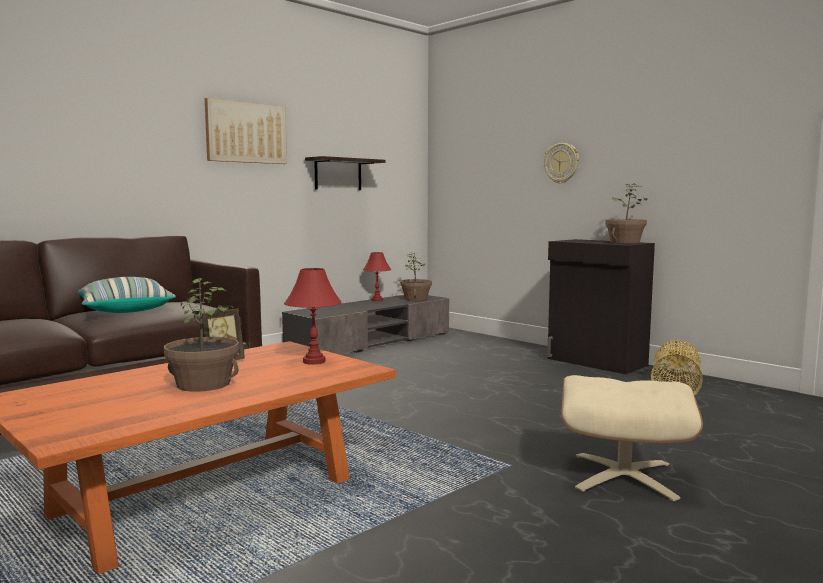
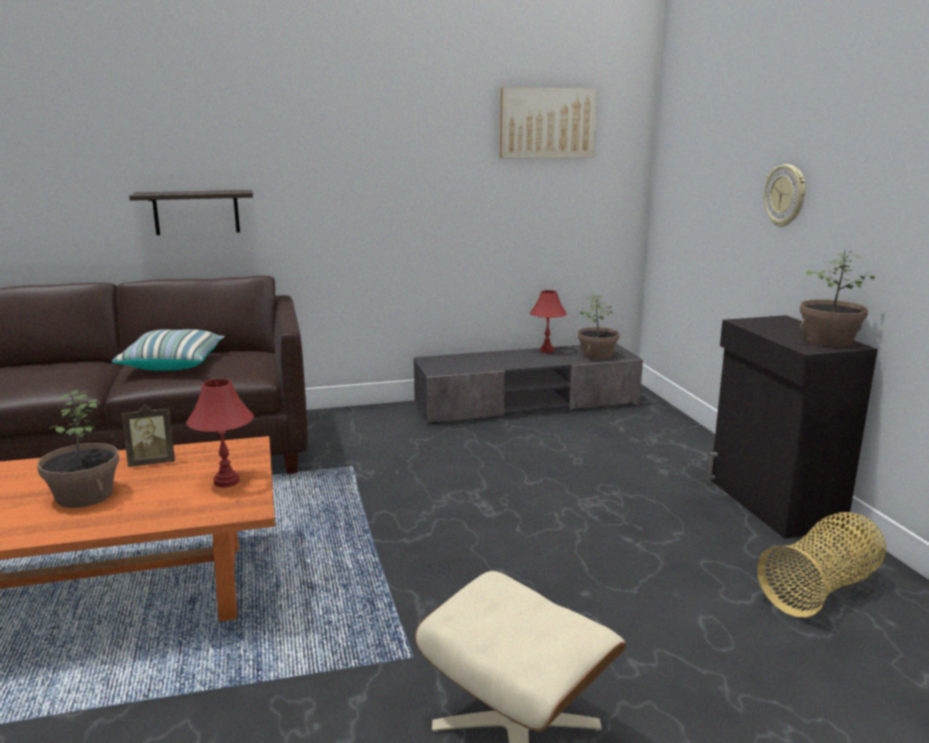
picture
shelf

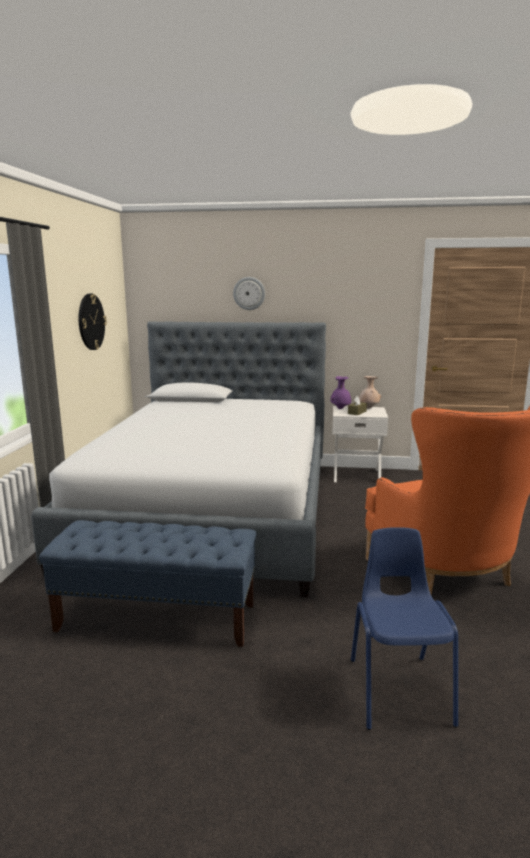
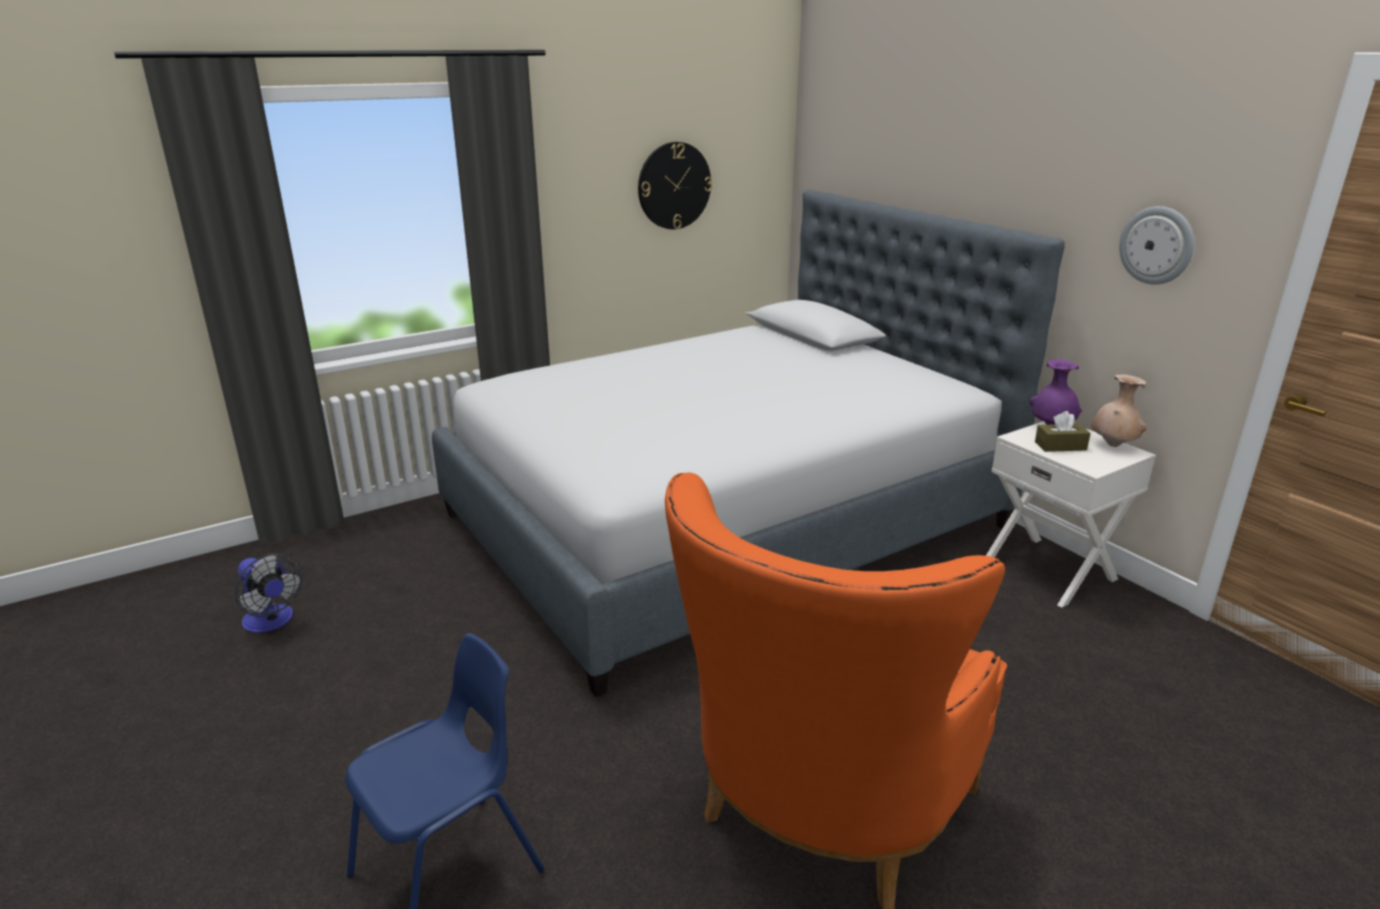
wall clock (2nd from left)
blue bench
fan

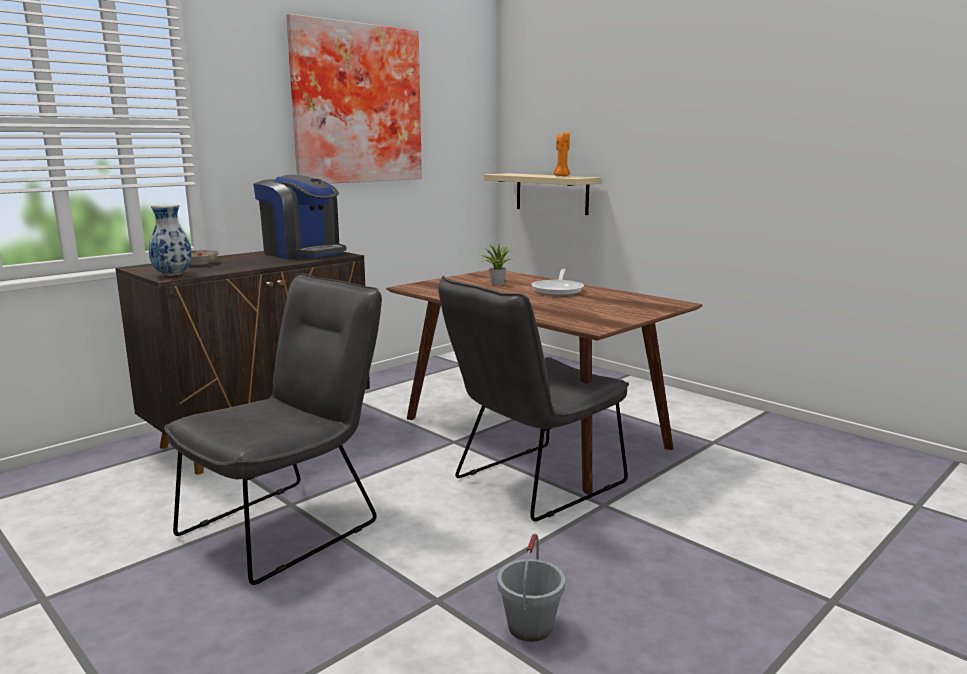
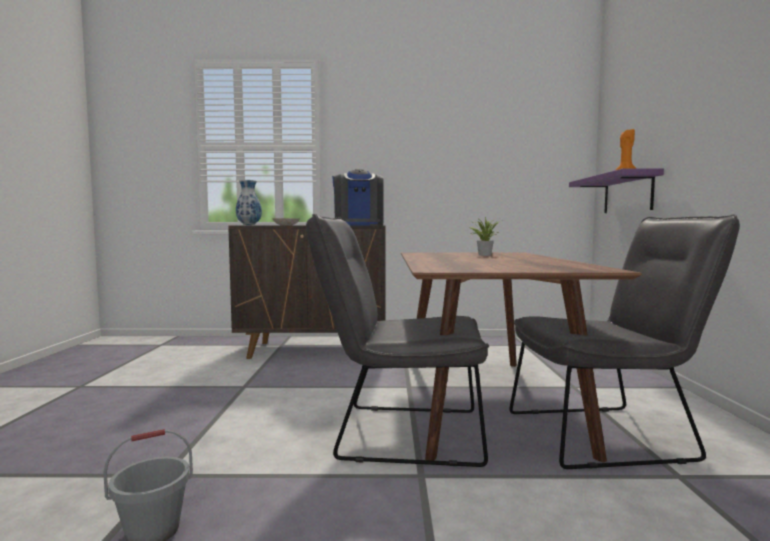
picture
purple shelf
frying pan
grey chair (2nd from left)

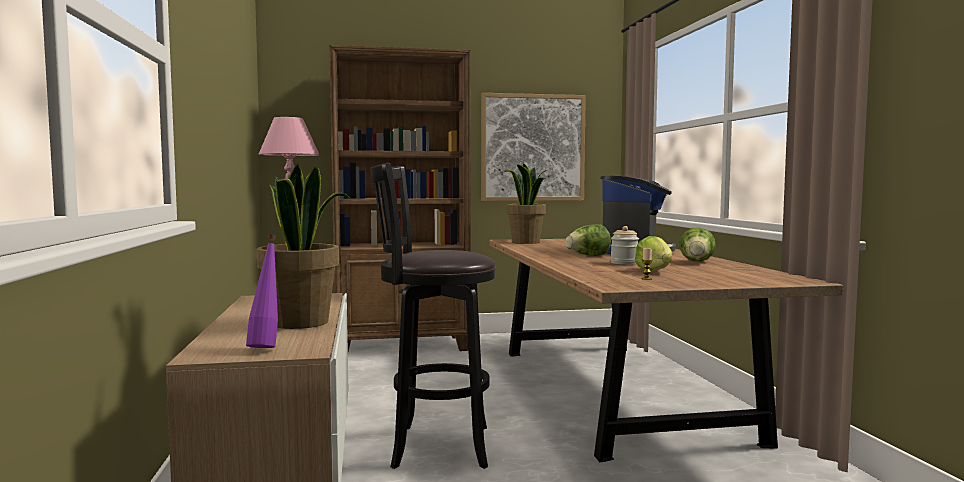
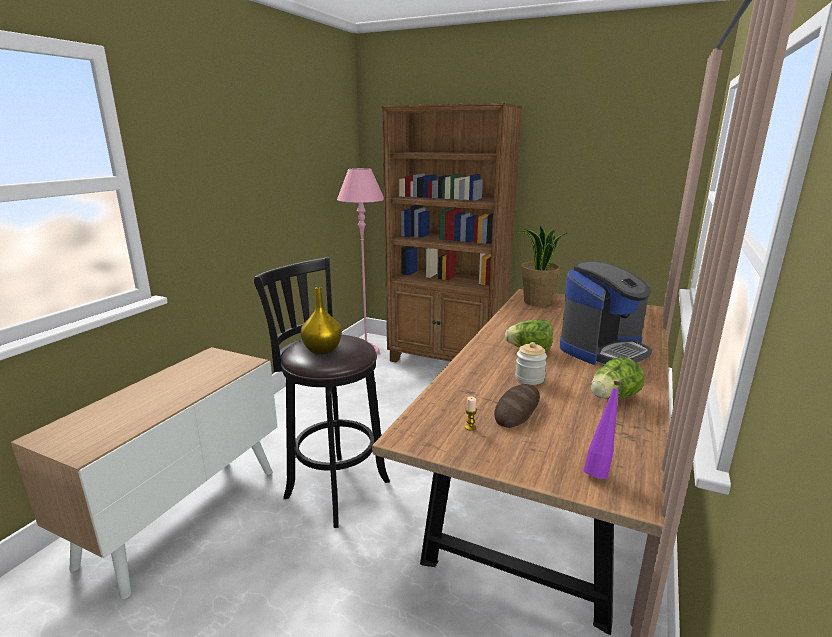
picture
potted plant (1st from left in the first image)
purple bottle
bread
yellow vase

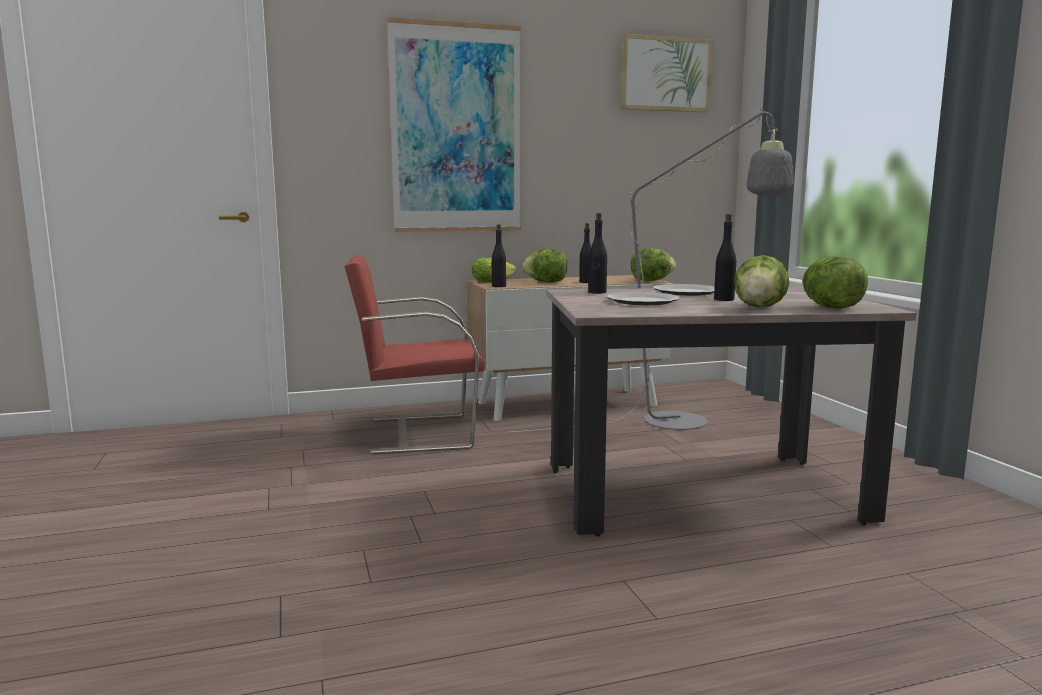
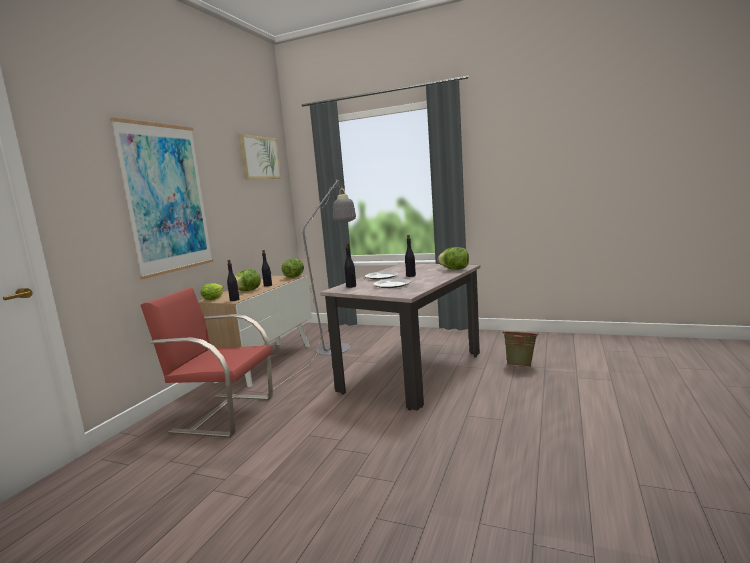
red chair
lettuce (4th from left in the first image)
green bucket

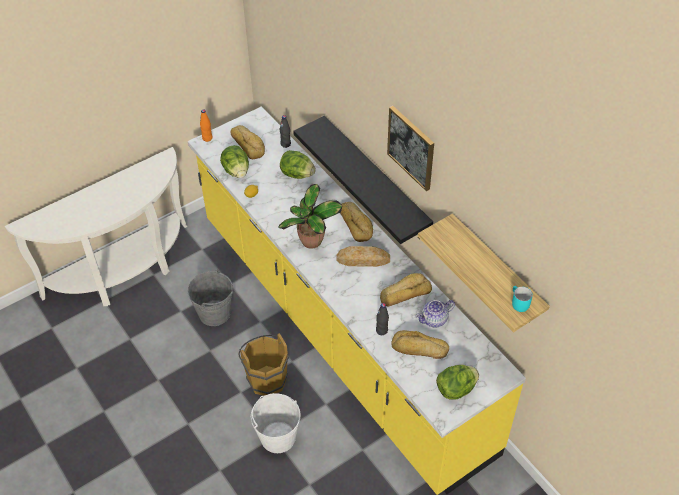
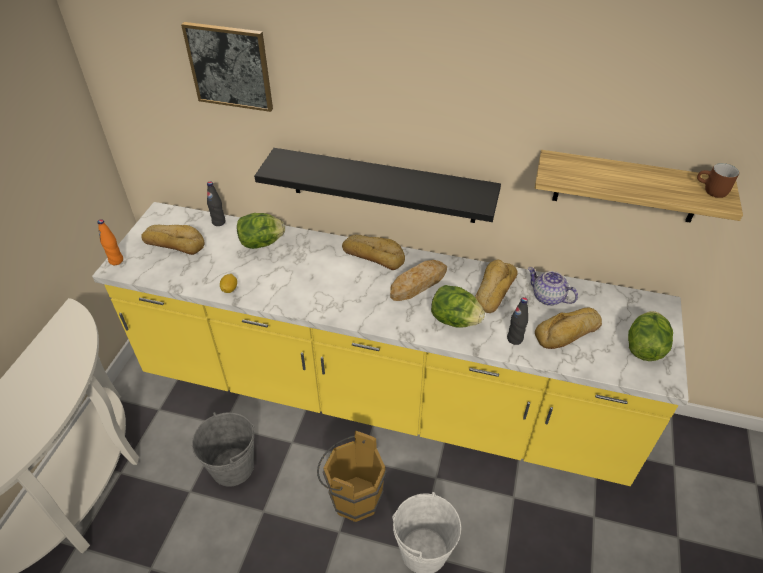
picture
lettuce (2nd from left)
potted plant
brown mug
teapot

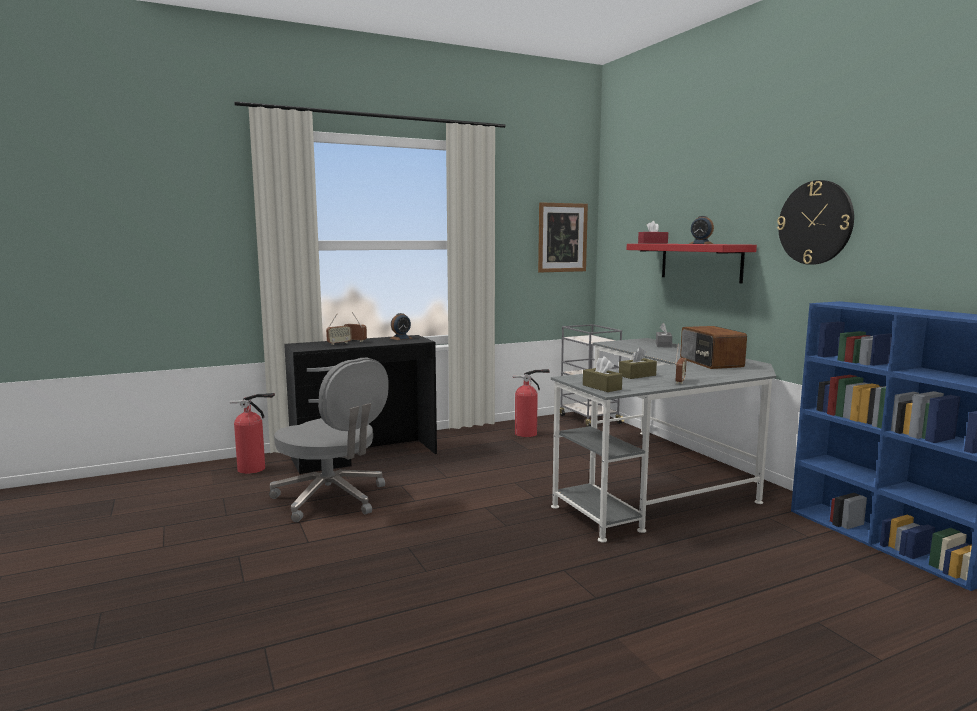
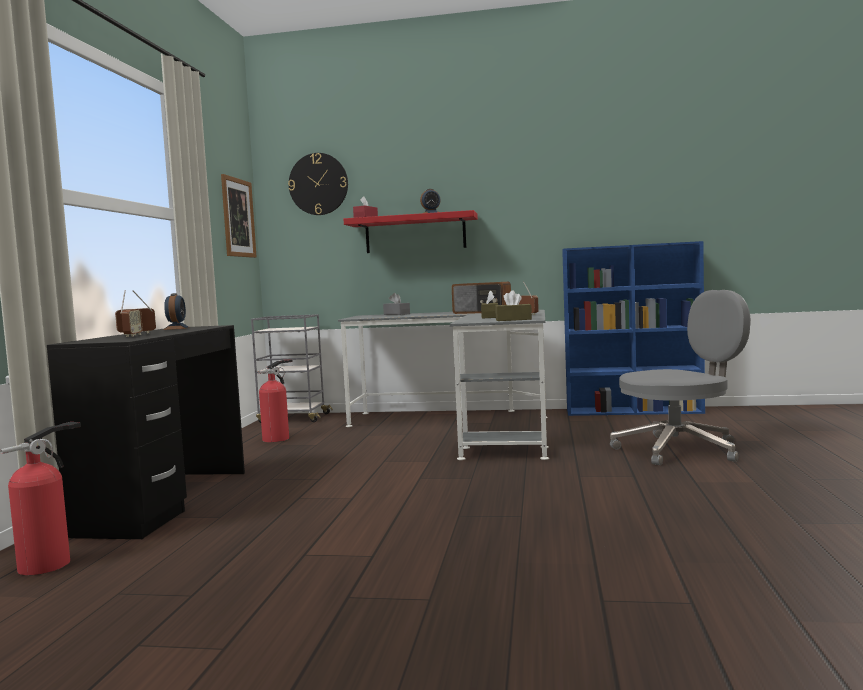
wall clock
grey office chair

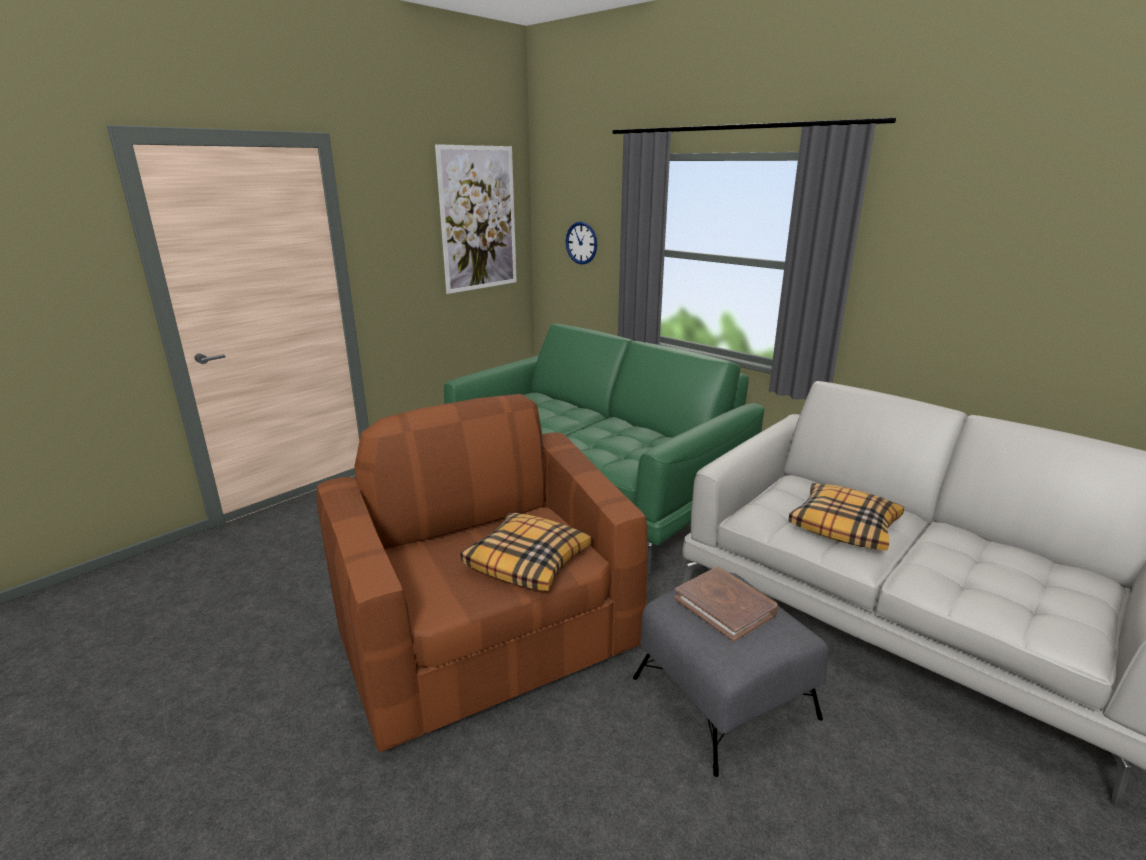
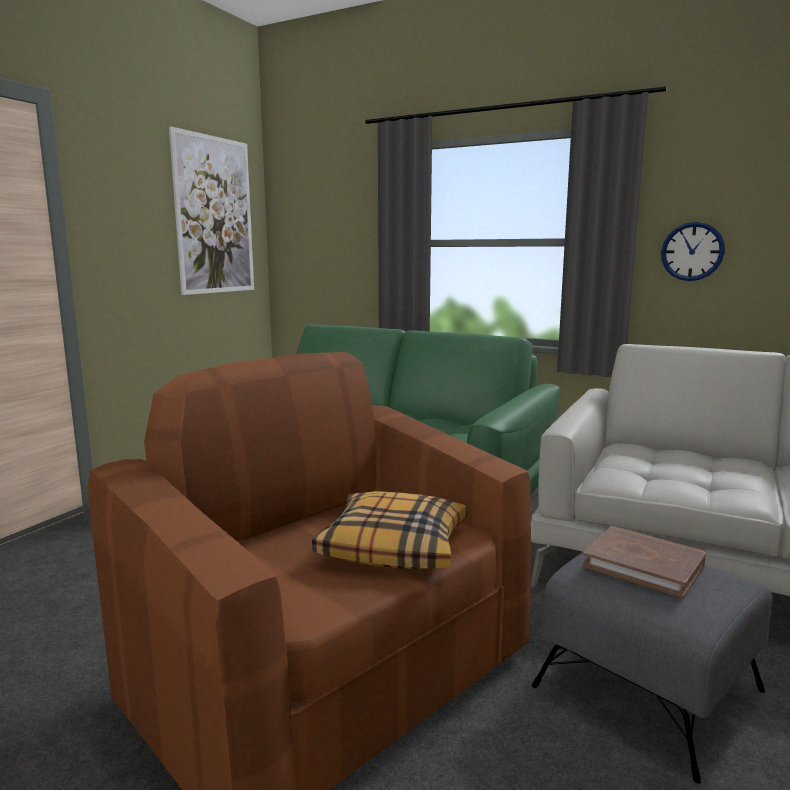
wall clock
pillow (2nd from left in the first image)

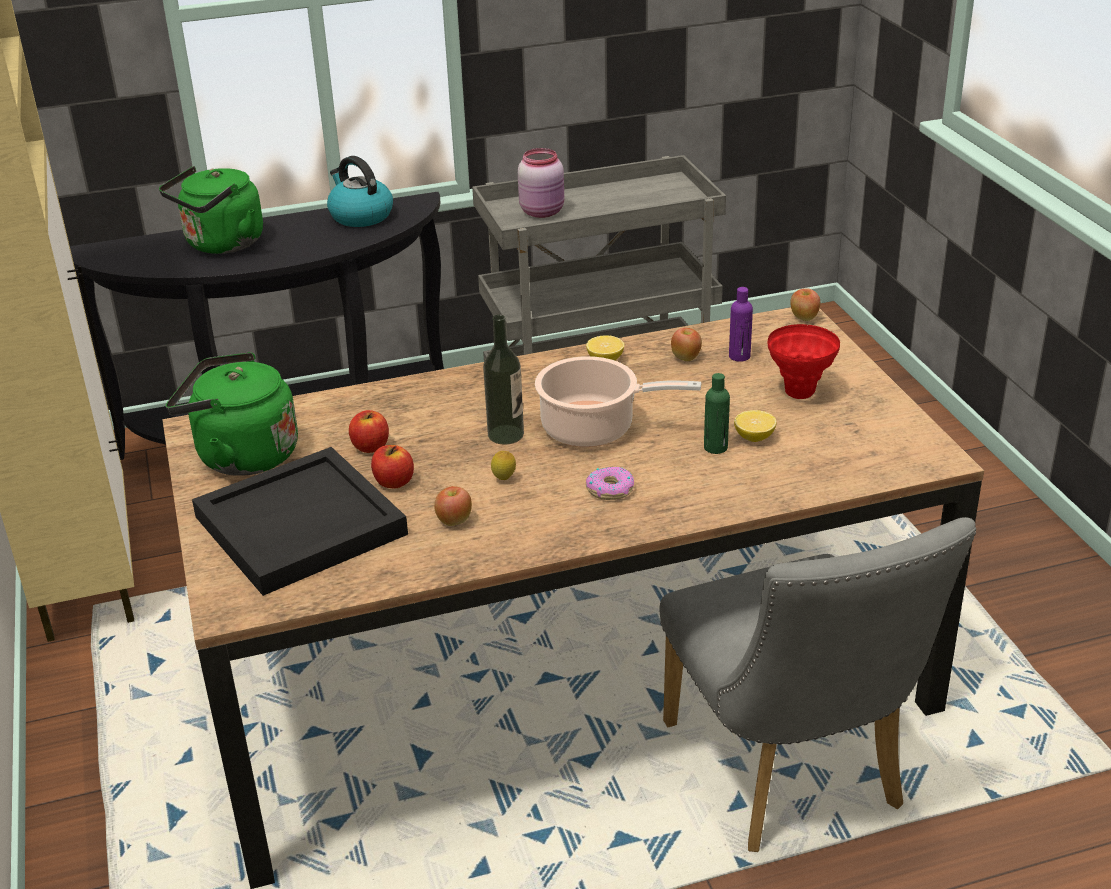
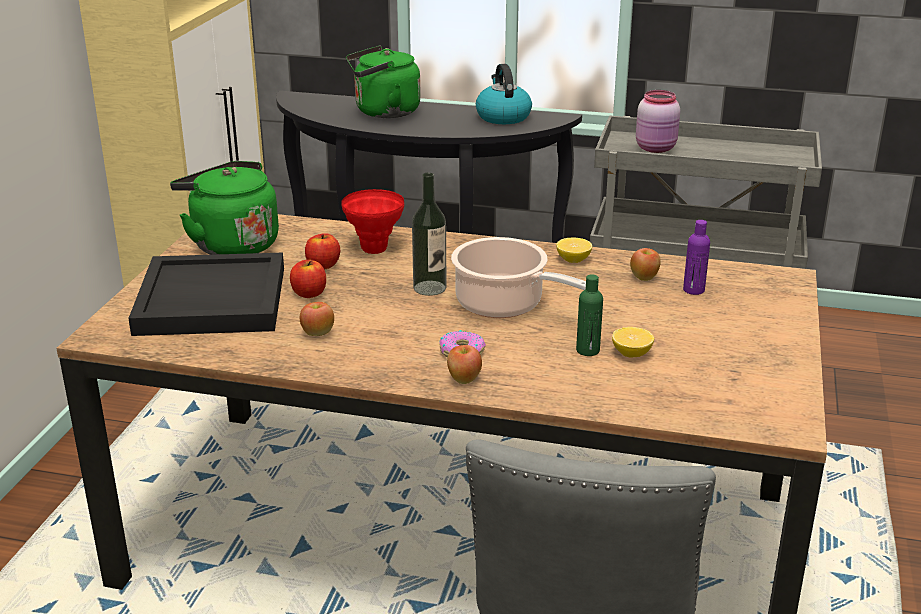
apple (4th from left)
red vase
lemon (1st from left in the first image)

